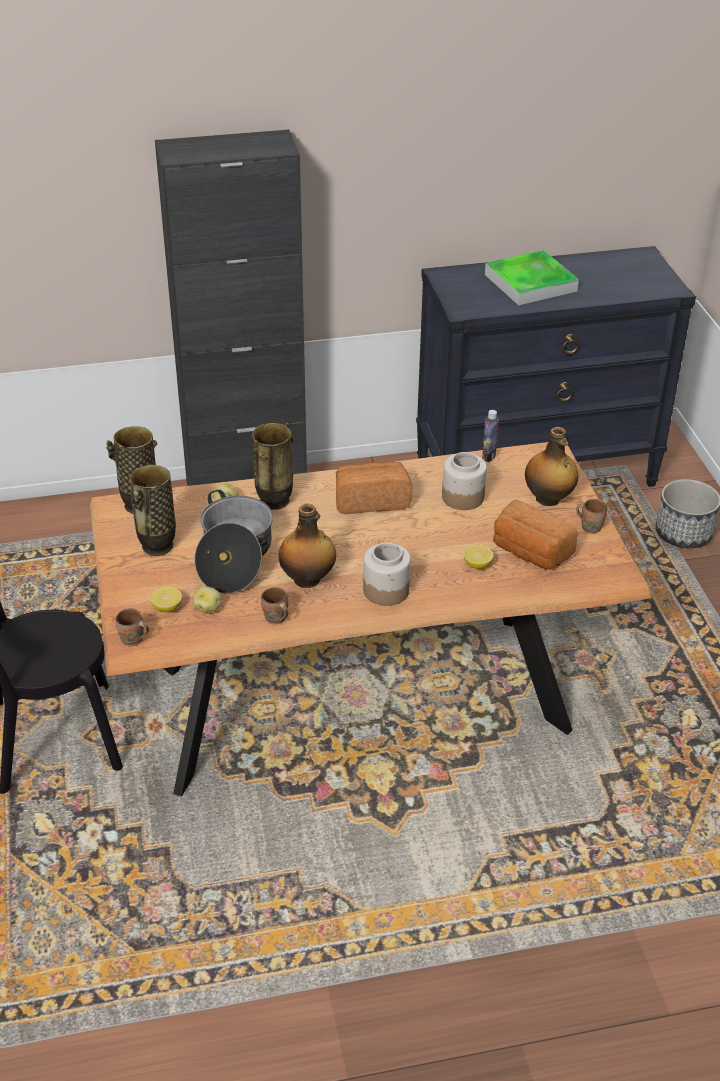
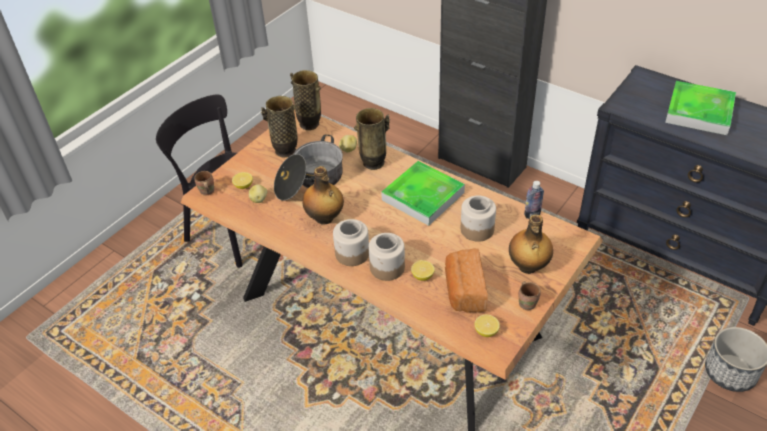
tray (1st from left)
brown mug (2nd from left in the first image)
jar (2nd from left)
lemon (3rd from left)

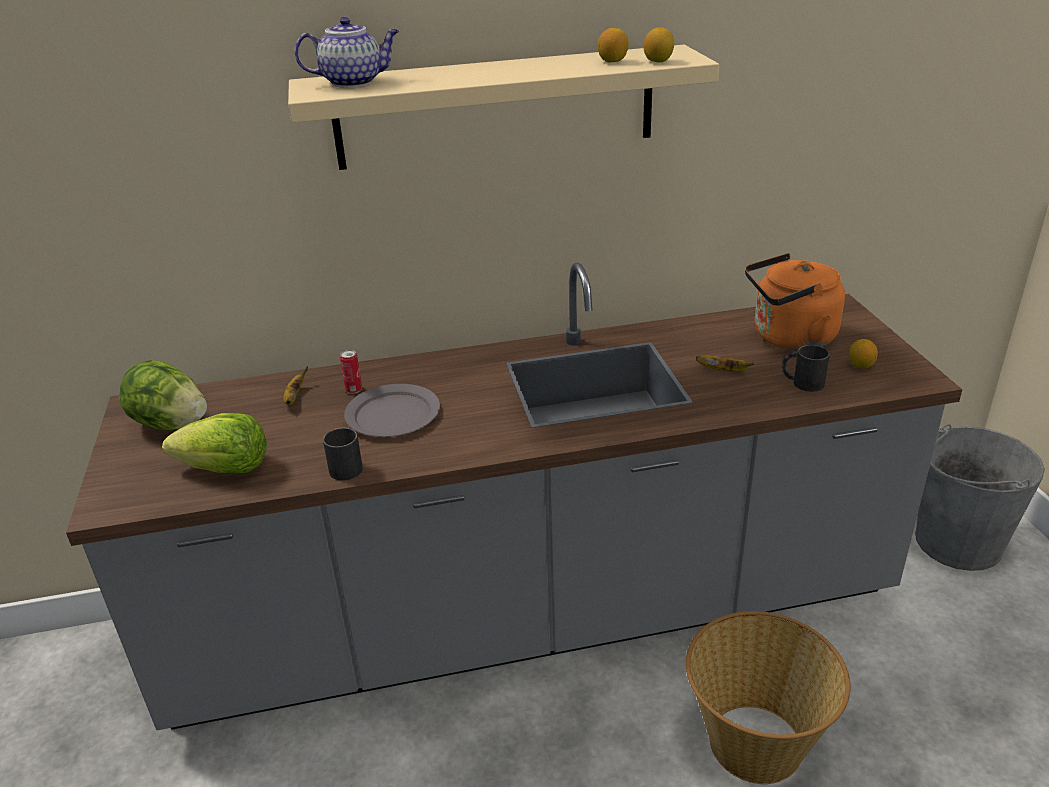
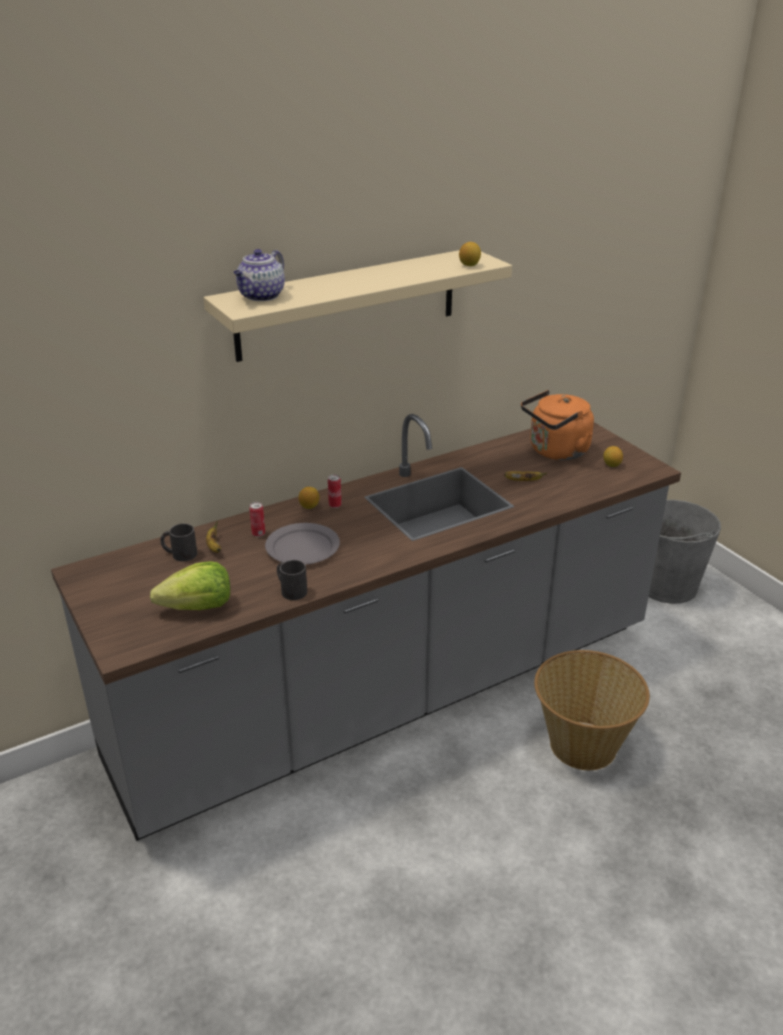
teapot
lemon (1st from left)
black mug (1st from left)
lettuce (1st from left in the first image)
can (2nd from left)

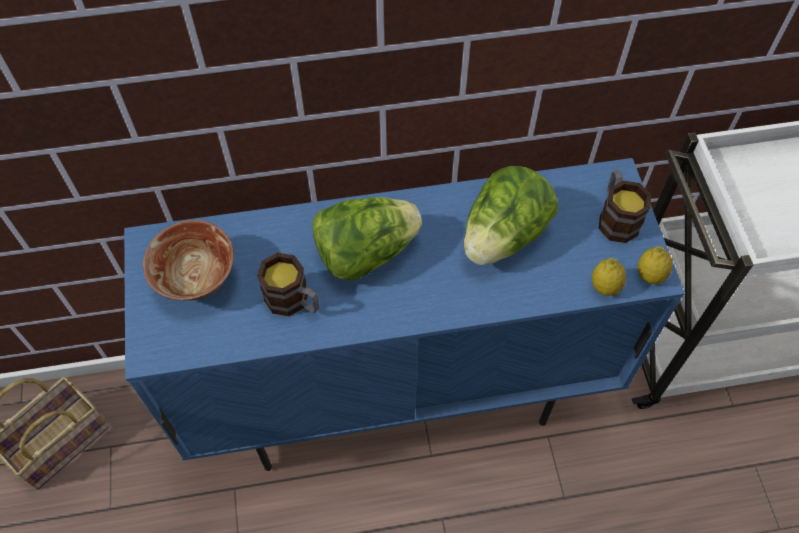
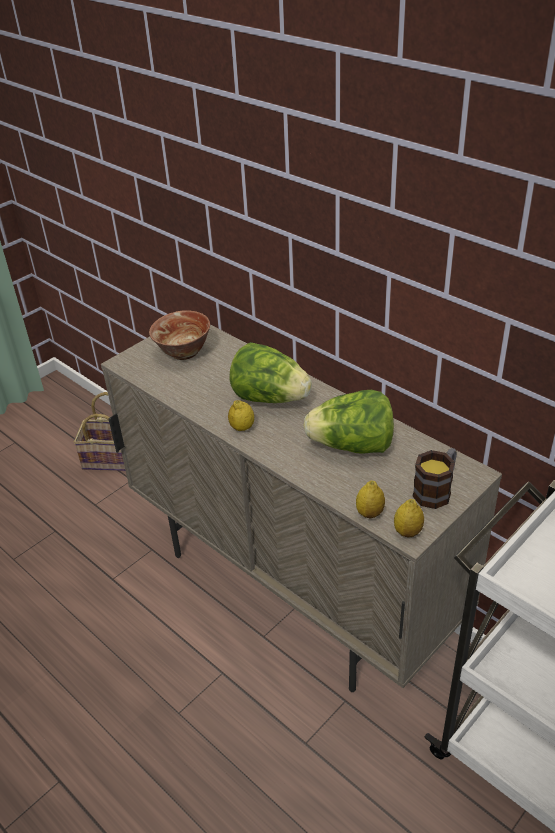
beige cabinet
mug (1st from left in the first image)
lemon (1st from left)

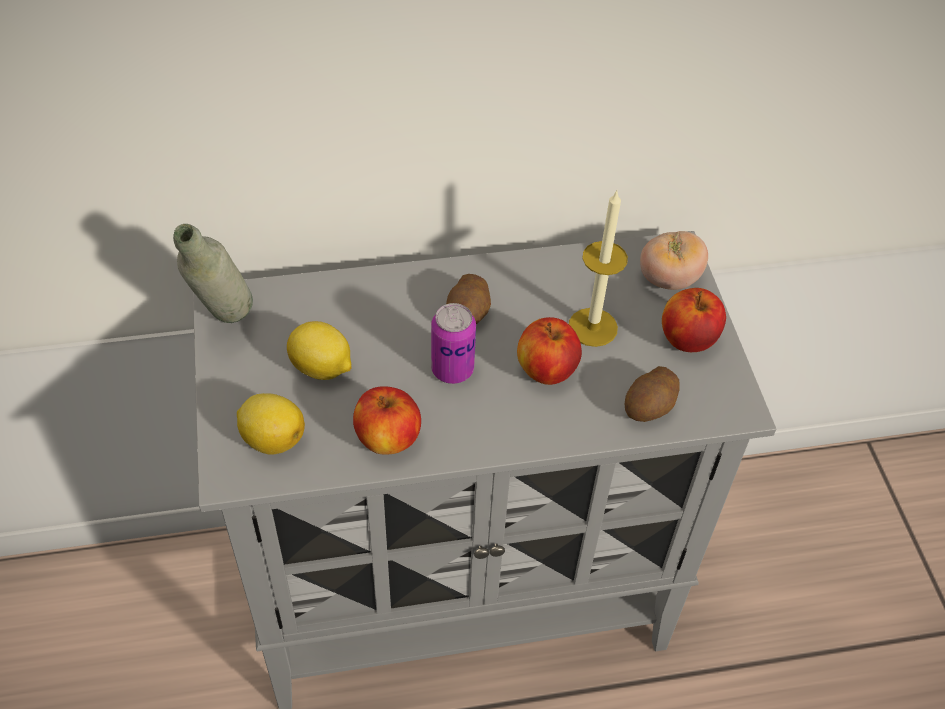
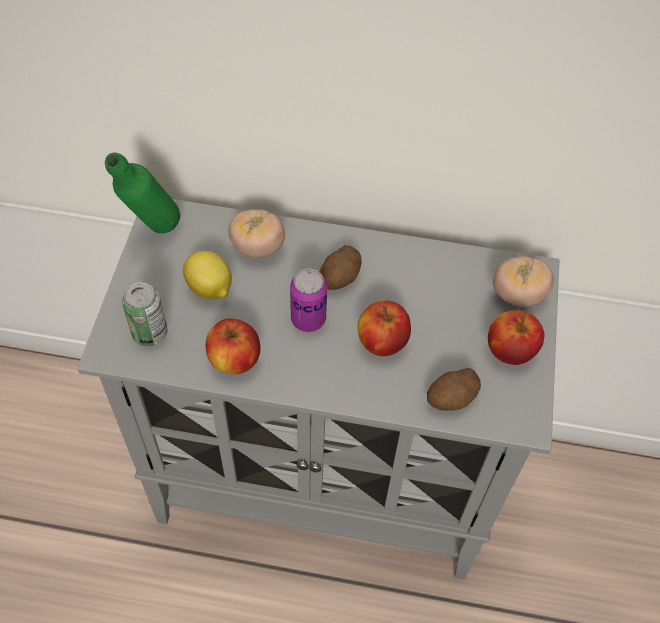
candle
green bottle
can (1st from left)
tomato (1st from left)

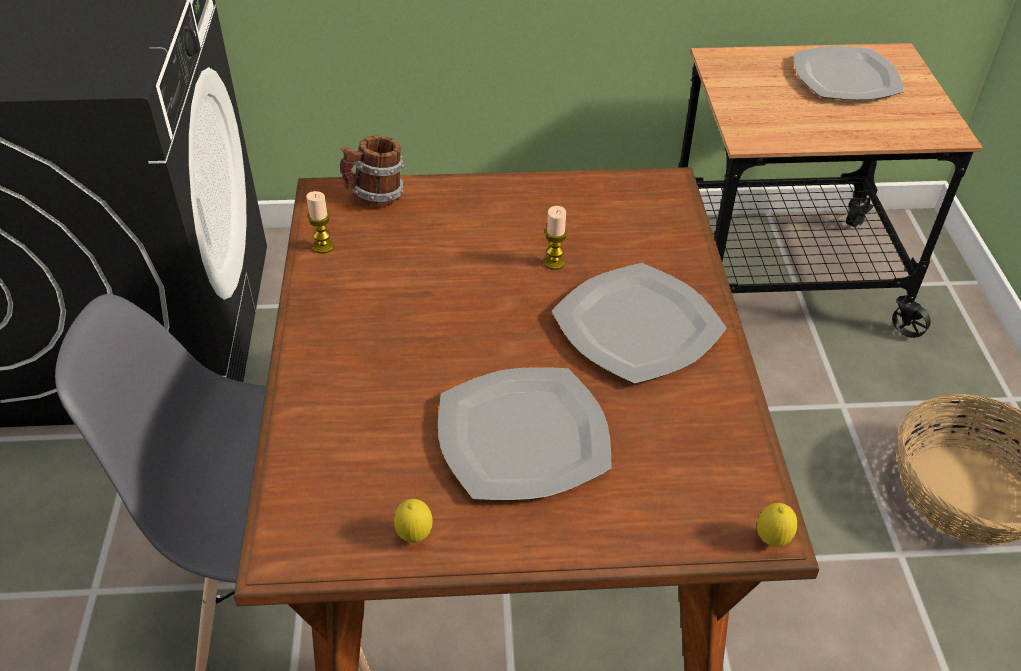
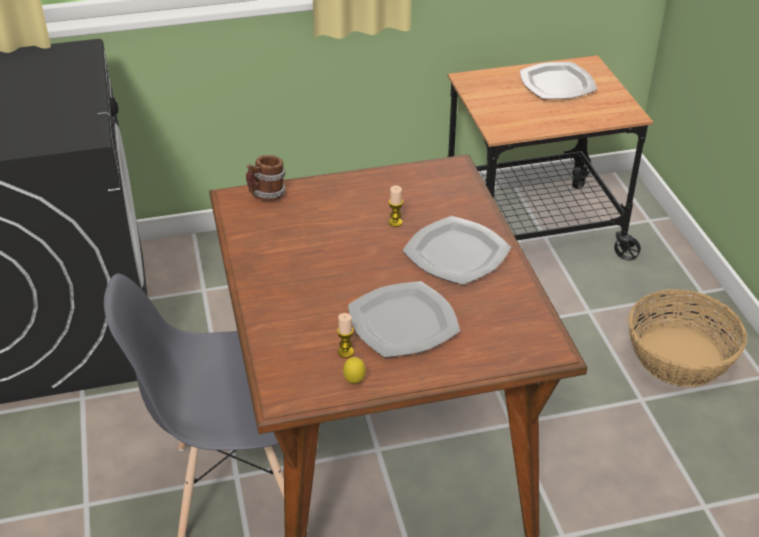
candle (1st from left)
lemon (2nd from left in the first image)

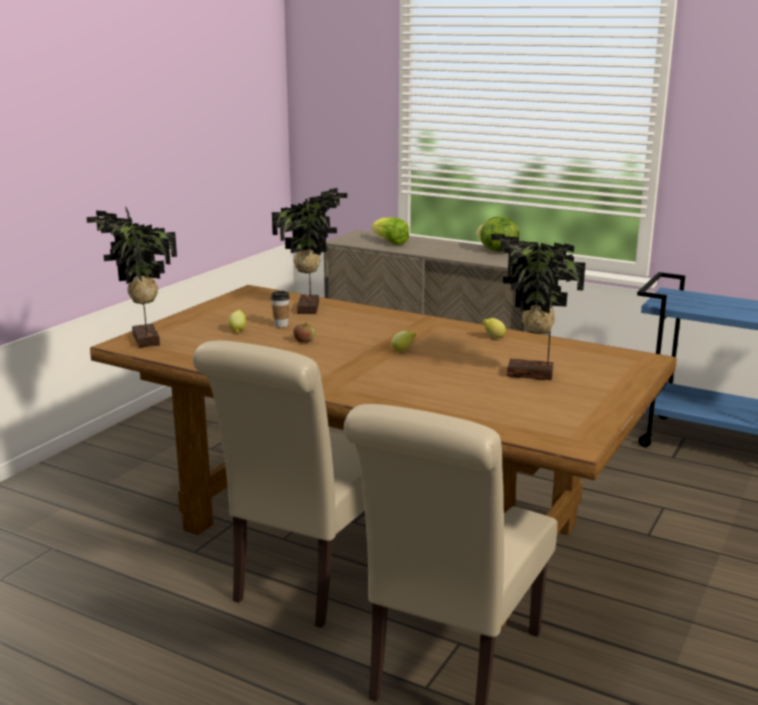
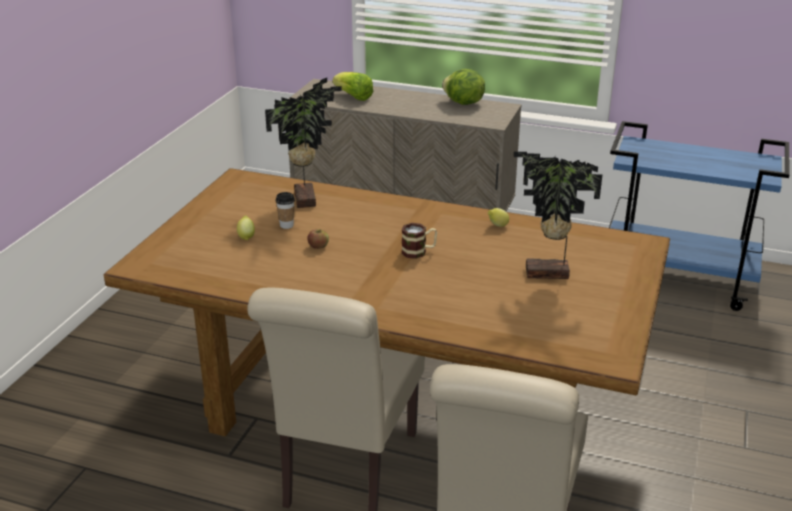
potted plant (1st from left in the first image)
mug

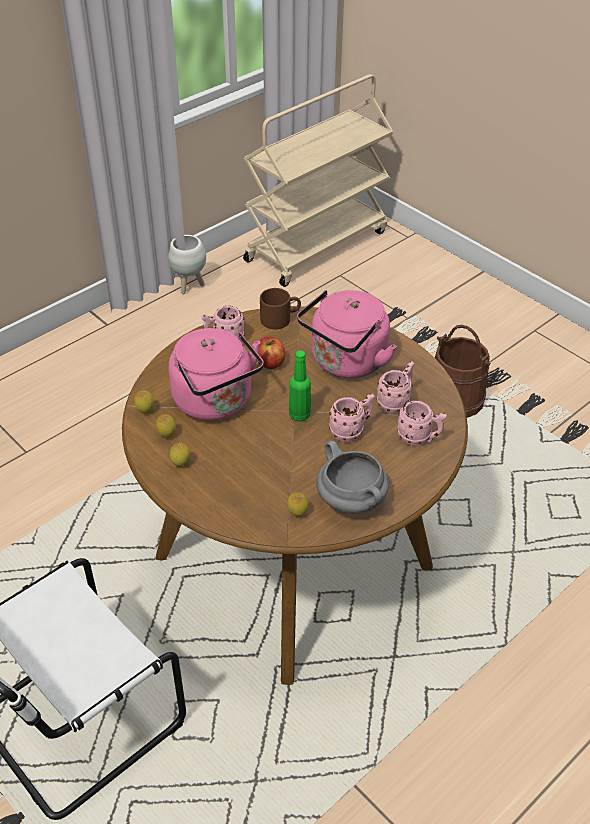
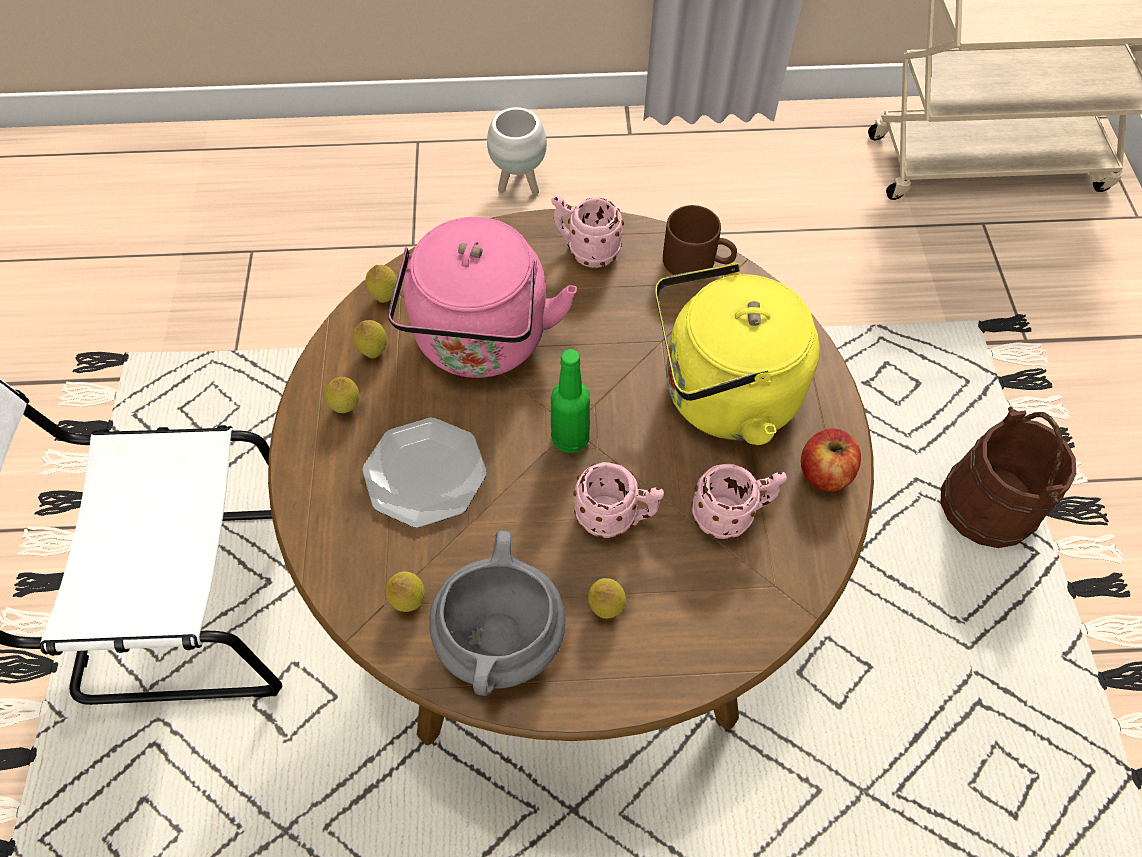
white planter
yellow kettle
apple
pink mug (4th from left in the first image)
plate
lemon (5th from left)

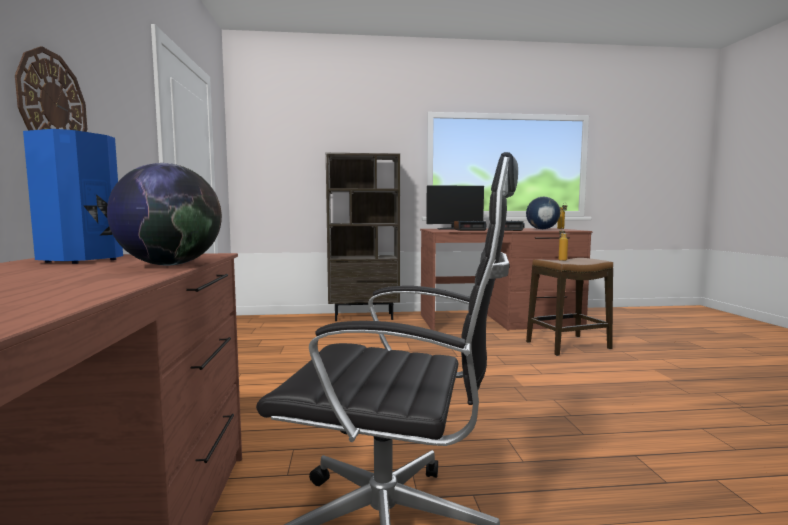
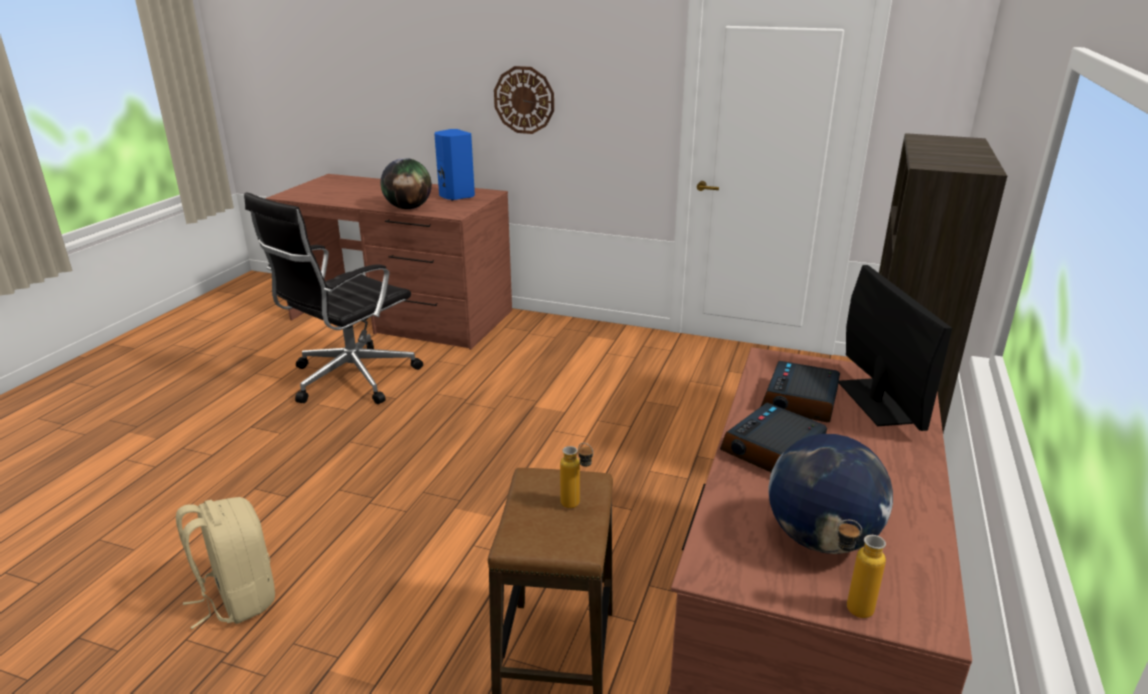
monitor
beige backpack

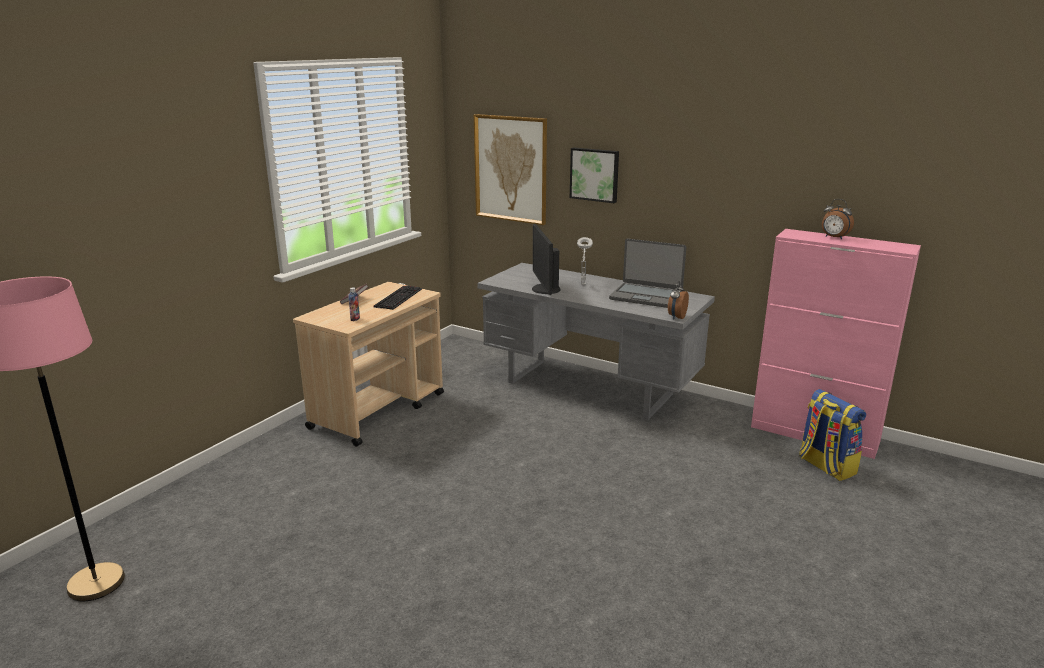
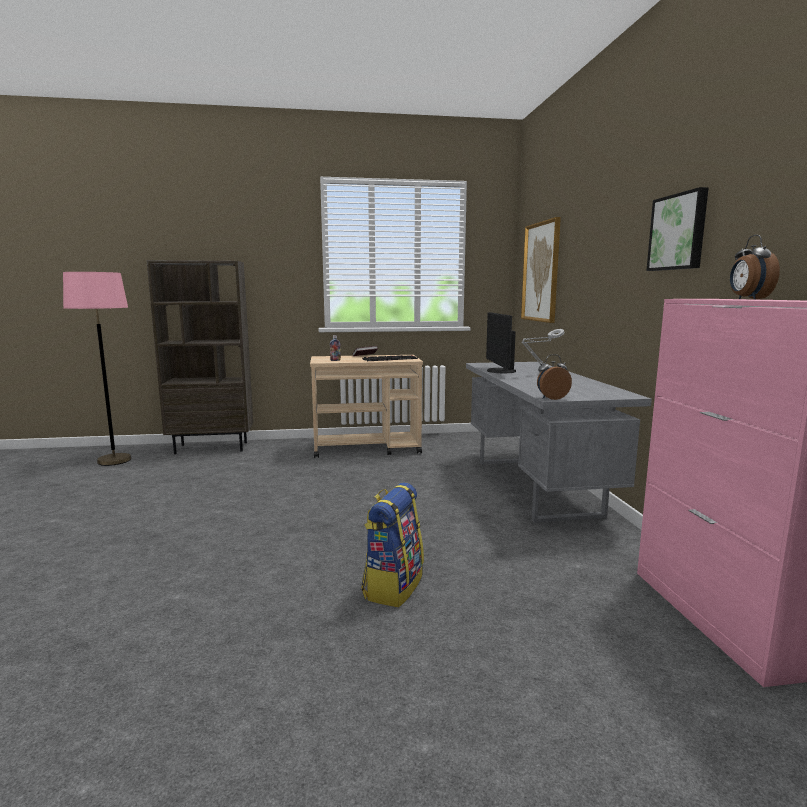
picture (2nd from left)
monitor
laptop
backpack
brown bookcase

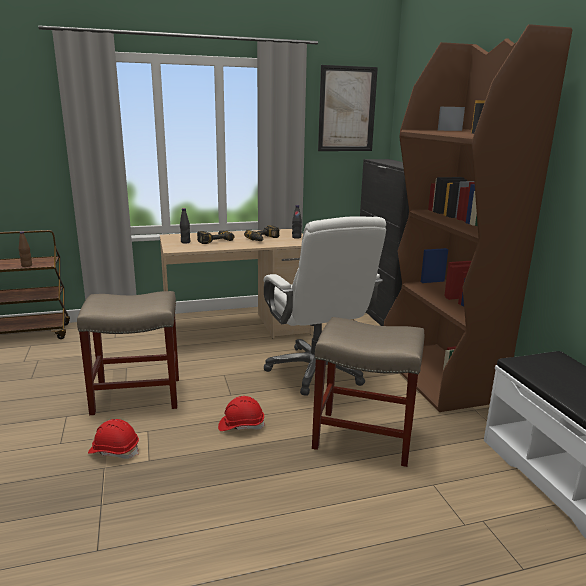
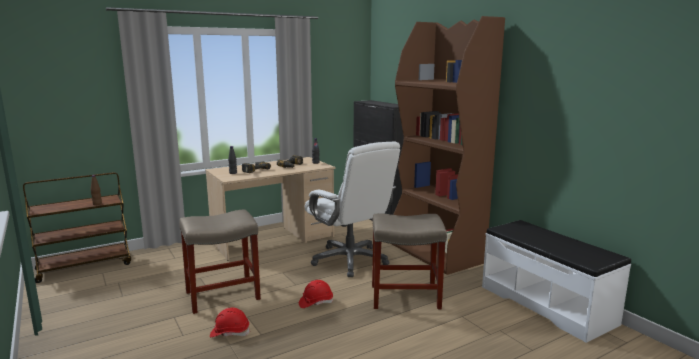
picture

